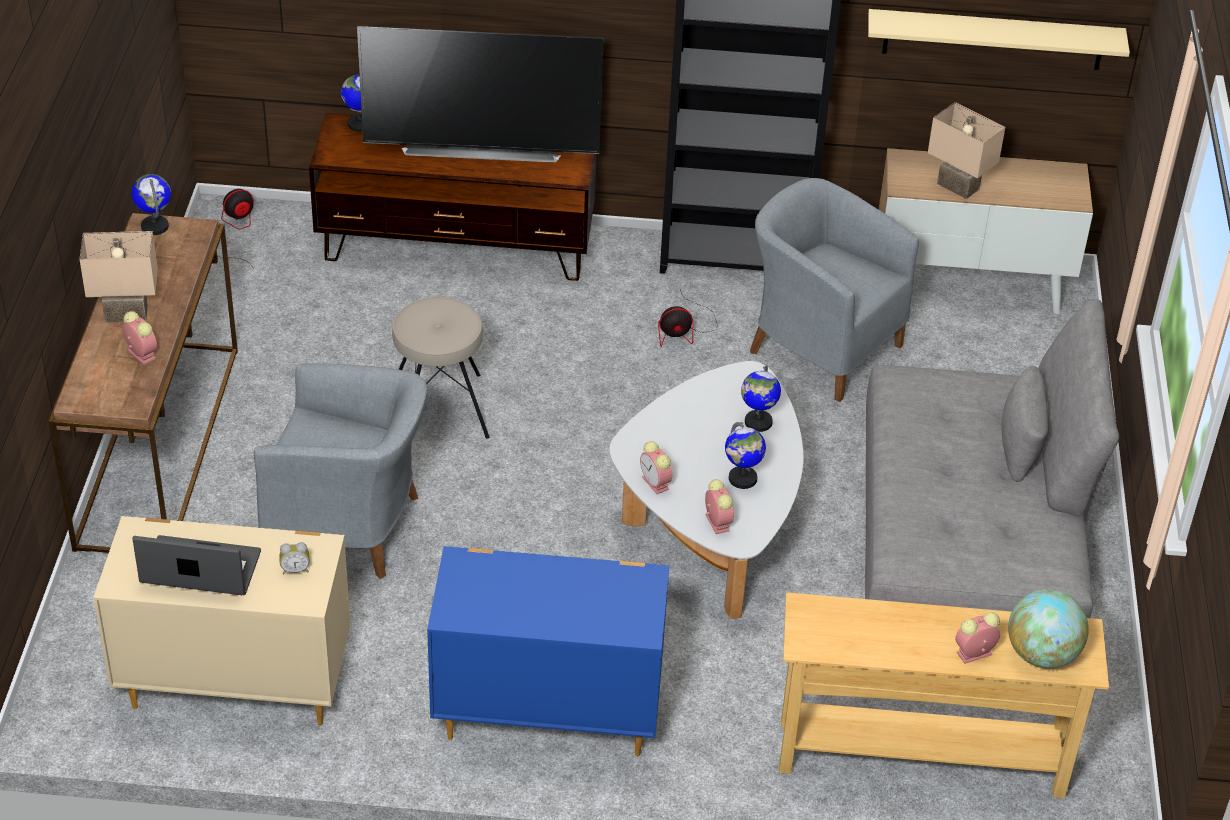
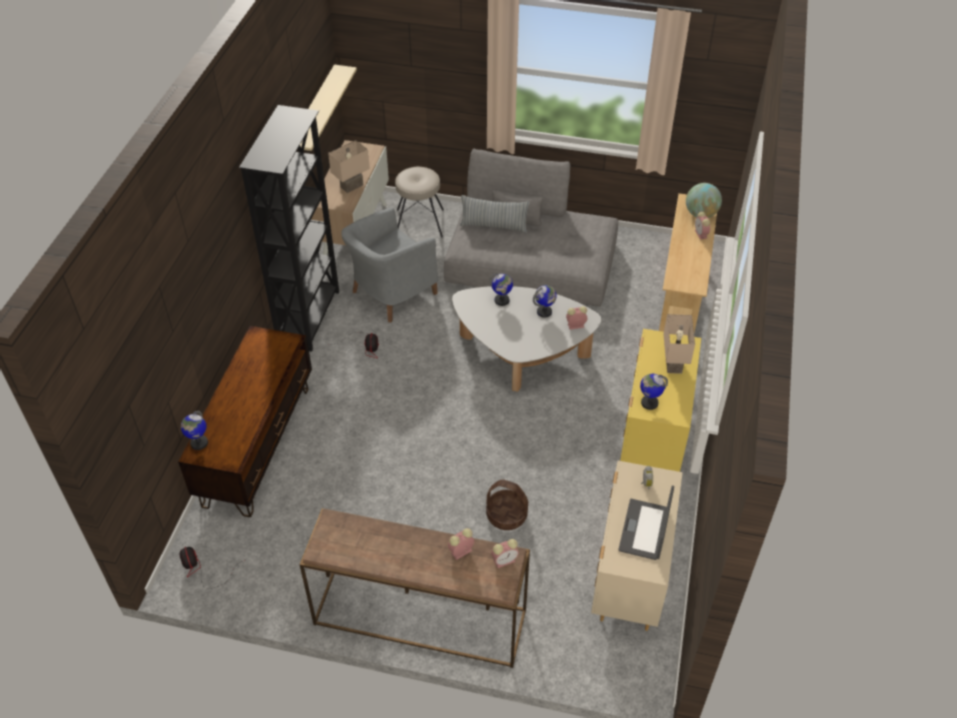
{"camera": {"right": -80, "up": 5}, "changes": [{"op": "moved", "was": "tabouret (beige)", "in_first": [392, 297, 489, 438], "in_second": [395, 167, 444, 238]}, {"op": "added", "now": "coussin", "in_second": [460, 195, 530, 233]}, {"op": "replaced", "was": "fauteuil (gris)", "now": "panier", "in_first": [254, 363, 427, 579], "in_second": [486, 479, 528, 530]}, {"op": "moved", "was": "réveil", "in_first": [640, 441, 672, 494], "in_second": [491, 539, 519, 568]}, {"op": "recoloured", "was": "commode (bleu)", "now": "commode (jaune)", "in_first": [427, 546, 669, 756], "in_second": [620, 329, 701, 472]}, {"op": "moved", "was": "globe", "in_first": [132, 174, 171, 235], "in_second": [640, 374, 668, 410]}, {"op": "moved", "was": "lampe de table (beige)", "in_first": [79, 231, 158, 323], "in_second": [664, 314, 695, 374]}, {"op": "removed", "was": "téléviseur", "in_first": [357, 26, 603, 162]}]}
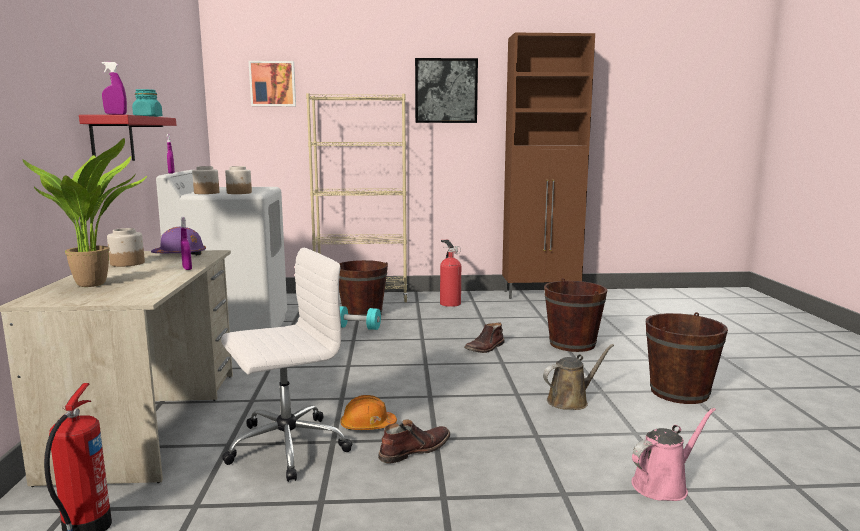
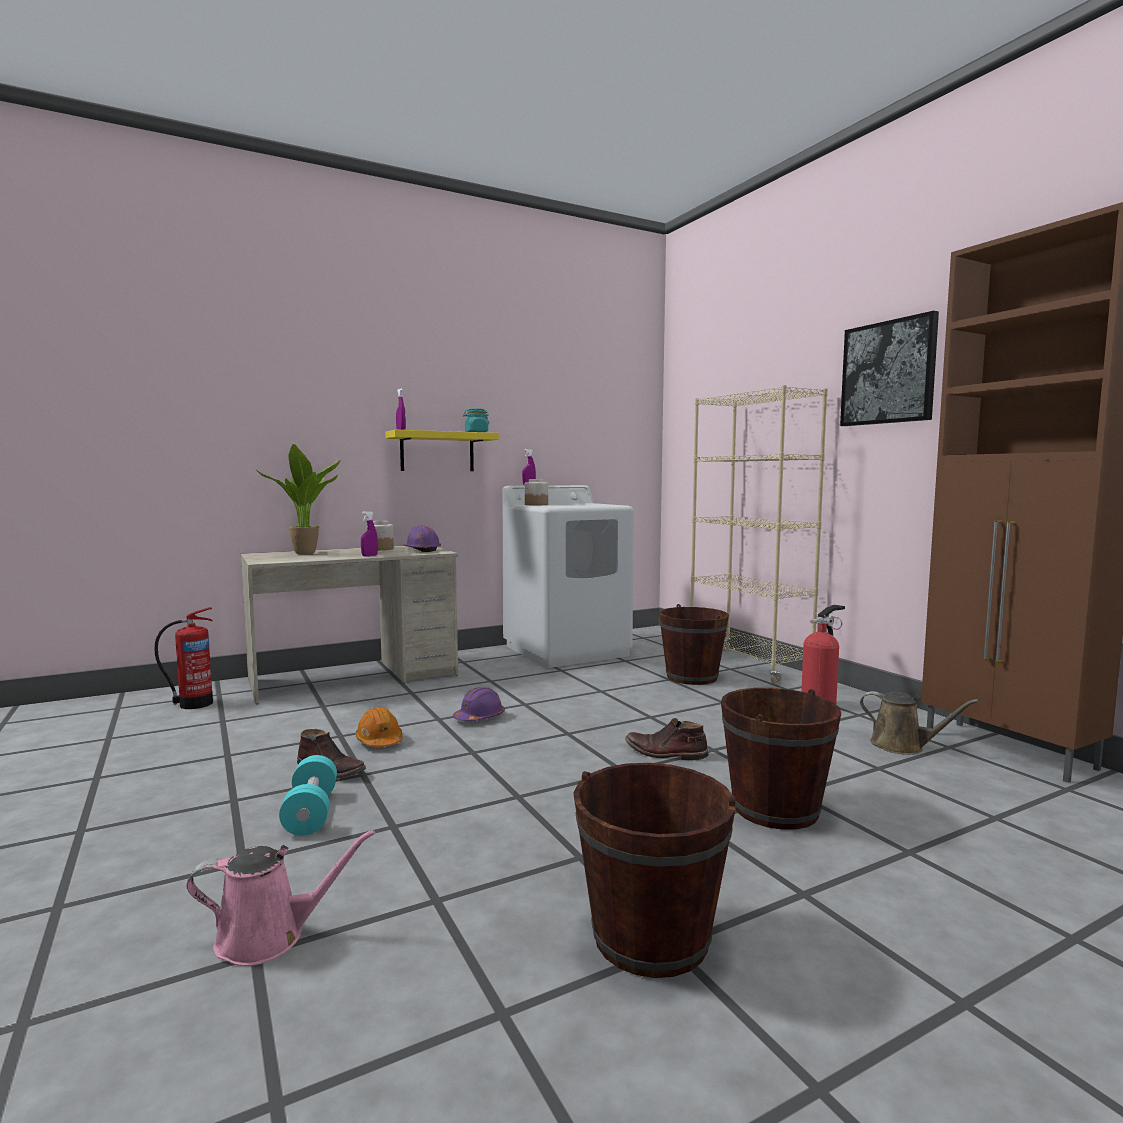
{"camera": {"right": 65, "up": -5}, "changes": [{"op": "turned", "was": "arrosoir (rose)", "in_first": [631, 408, 716, 501], "in_second": [186, 830, 375, 966], "clockwise": -45}, {"op": "moved", "was": "haltère (turquoise)", "in_first": [340, 306, 381, 330], "in_second": [279, 755, 337, 836]}, {"op": "recoloured", "was": "étagère (rouge)", "now": "étagère (jaune)", "in_first": [79, 115, 176, 161], "in_second": [385, 430, 499, 471]}, {"op": "added", "now": "casque de chantier (violet)", "in_second": [453, 687, 505, 721]}, {"op": "moved", "was": "arrosoir (marron)", "in_first": [543, 344, 614, 410], "in_second": [860, 691, 979, 755]}, {"op": "removed", "was": "chaise de bureau (blanc)", "in_first": [221, 248, 353, 482]}, {"op": "removed", "was": "bocal", "in_first": [225, 166, 252, 194]}, {"op": "removed", "was": "tableau", "in_first": [249, 61, 296, 106]}]}
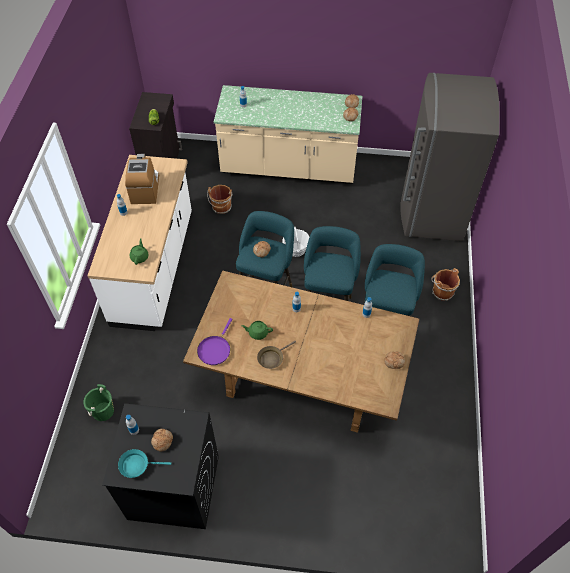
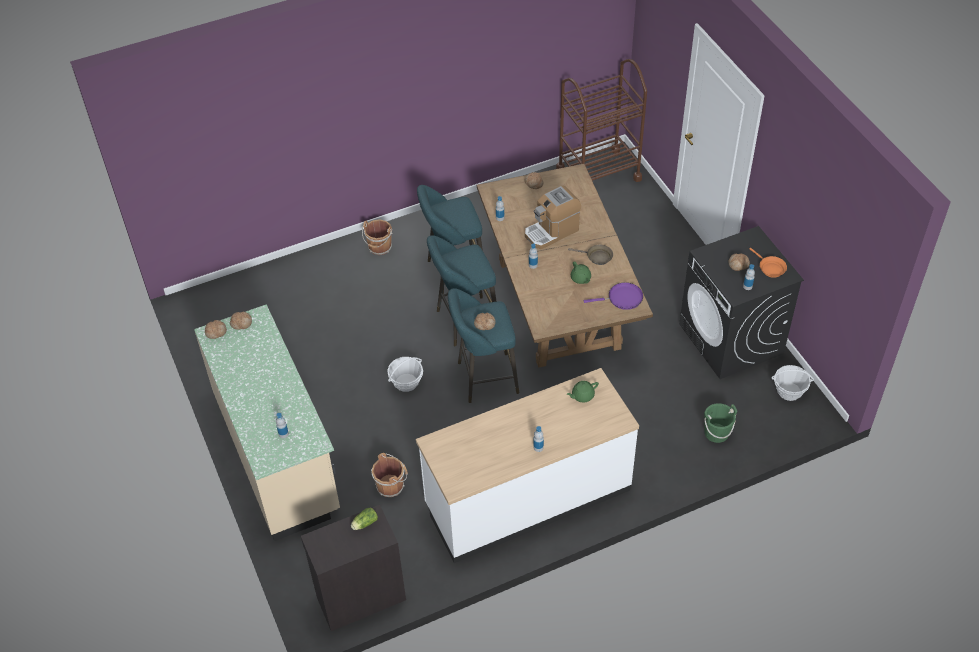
{"camera": {"right": -120, "up": -5}, "changes": [{"op": "moved", "was": "machine à café", "in_first": [125, 154, 159, 204], "in_second": [525, 186, 581, 249]}, {"op": "added", "now": "chariot (marron)", "in_second": [556, 59, 647, 182]}, {"op": "recoloured", "was": "poêle (turquoise)", "now": "poêle (orange)", "in_first": [118, 449, 171, 478], "in_second": [749, 248, 787, 278]}, {"op": "added", "now": "panier", "in_second": [772, 365, 814, 401]}, {"op": "removed", "was": "réfrigérateur (gris)", "in_first": [400, 73, 500, 241]}]}
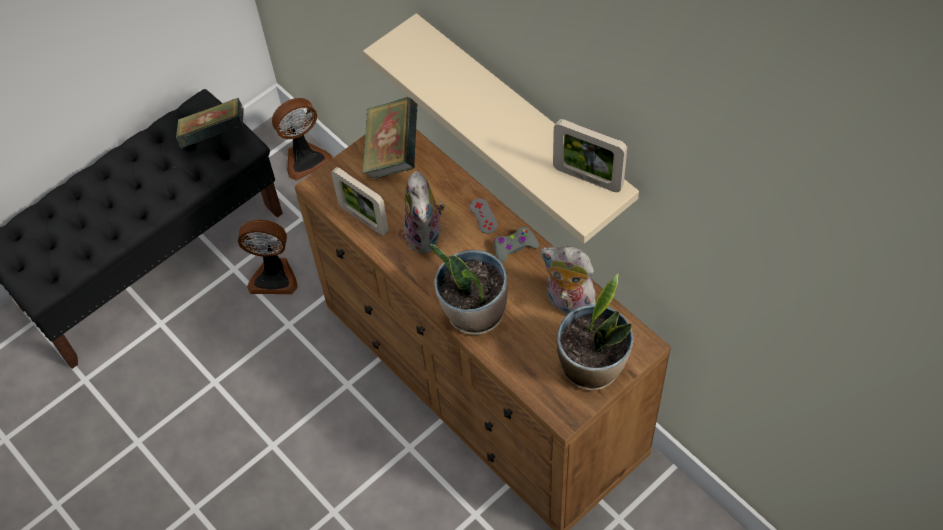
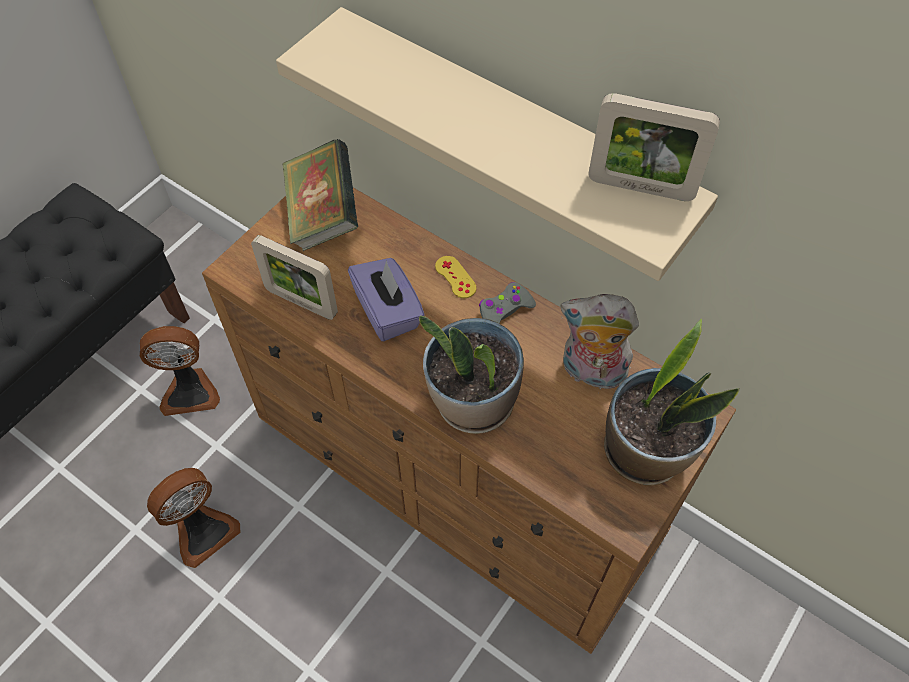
{"camera": {"right": -15, "up": 0}, "changes": [{"op": "moved", "was": "ventilateur", "in_first": [272, 98, 333, 181], "in_second": [147, 468, 240, 568]}, {"op": "replaced", "was": "peluche", "now": "boîte à mouchoirs (violet)", "in_first": [404, 171, 445, 253], "in_second": [348, 258, 425, 341]}, {"op": "recoloured", "was": "manette (gris)", "now": "manette (jaune)", "in_first": [470, 198, 498, 234], "in_second": [435, 256, 477, 298]}, {"op": "removed", "was": "livre", "in_first": [176, 98, 244, 149]}]}
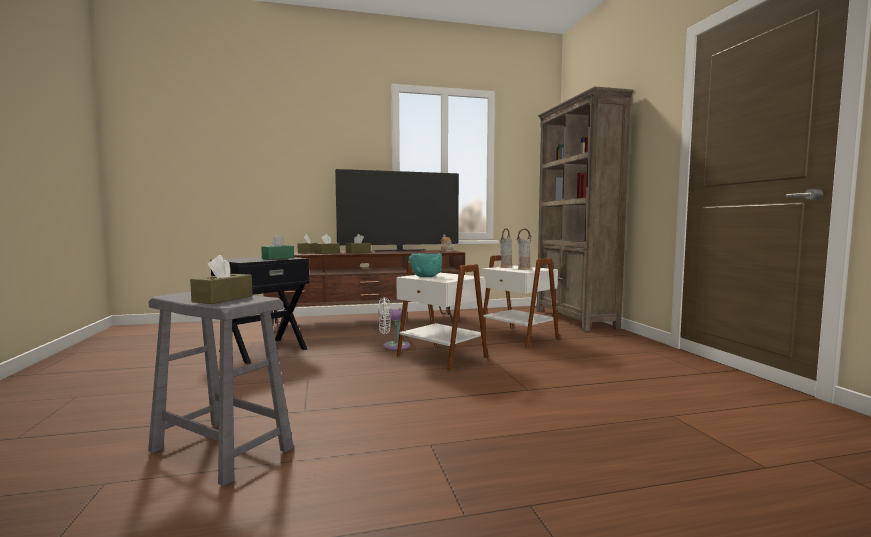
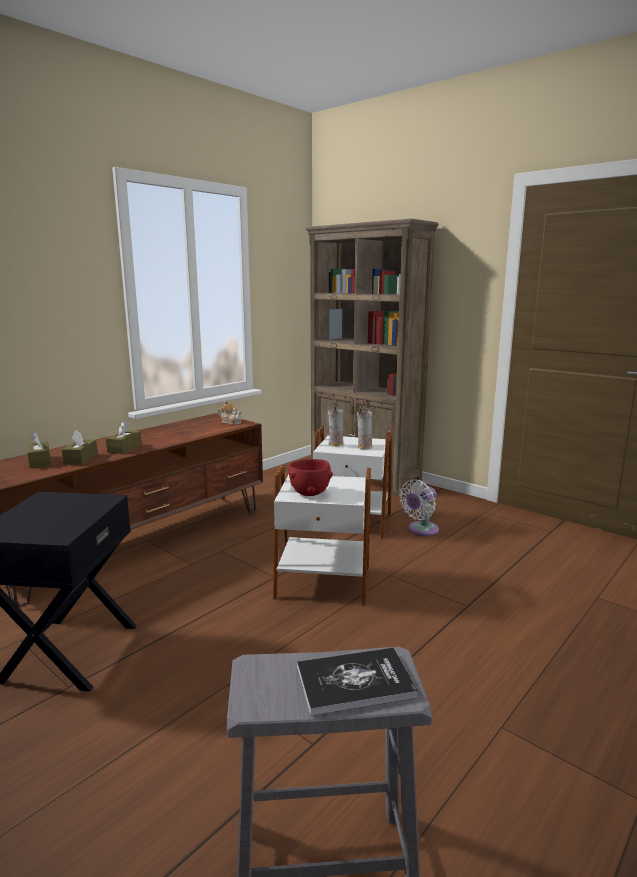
{"camera": {"right": -35, "up": 10}, "changes": [{"op": "recoloured", "was": "bol (turquoise)", "now": "bol (rouge)", "in_first": [409, 253, 442, 277], "in_second": [289, 459, 333, 496]}, {"op": "replaced", "was": "boîte à mouchoirs (marron)", "now": "livre", "in_first": [190, 255, 253, 304], "in_second": [297, 648, 418, 716]}, {"op": "moved", "was": "ventilateur (blanc)", "in_first": [379, 297, 410, 350], "in_second": [399, 479, 439, 536]}, {"op": "removed", "was": "boîte à mouchoirs (vert)", "in_first": [261, 235, 294, 259]}, {"op": "removed", "was": "téléviseur", "in_first": [335, 169, 459, 251]}]}
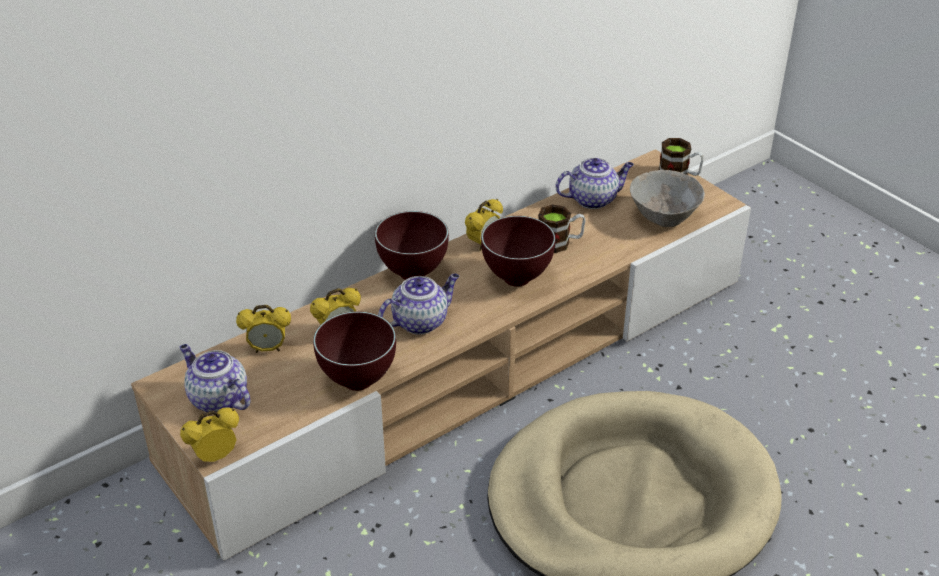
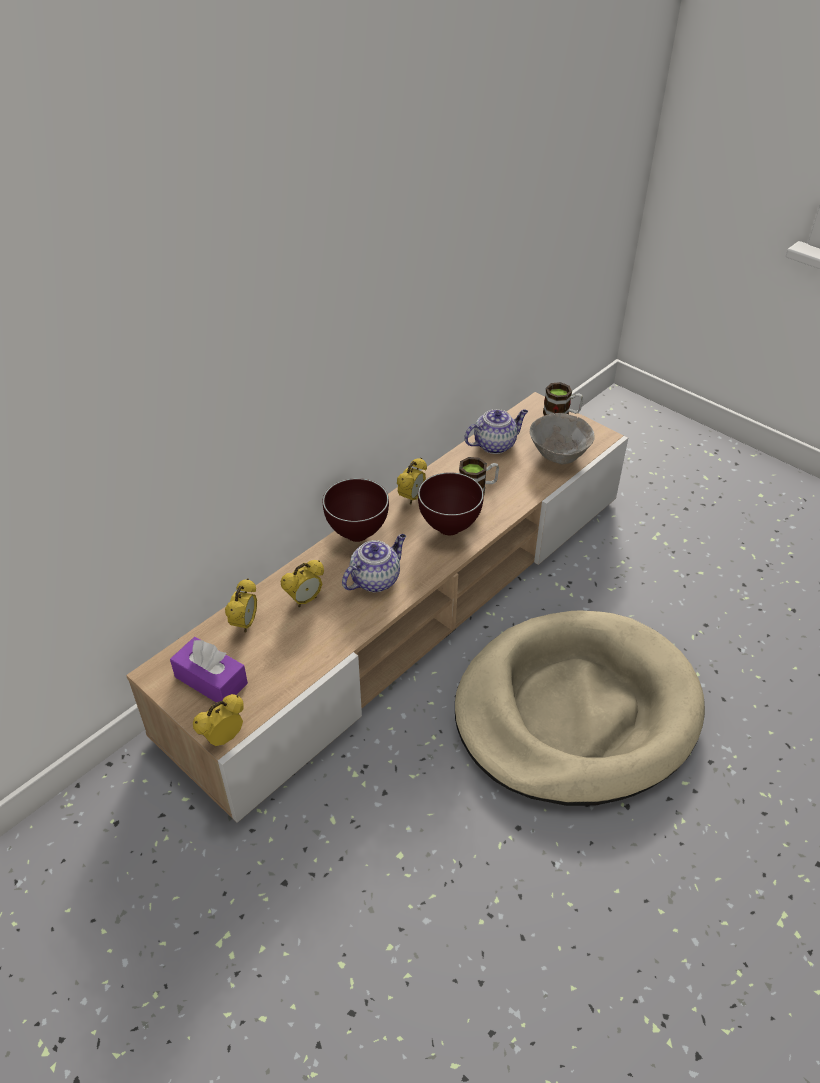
{"camera": {"right": -10, "up": 5}, "changes": [{"op": "replaced", "was": "théière", "now": "boîte à mouchoirs (violet)", "in_first": [180, 344, 250, 412], "in_second": [170, 637, 248, 703]}, {"op": "turned", "was": "réveil", "in_first": [236, 305, 291, 353], "in_second": [225, 578, 257, 633], "clockwise": -60}, {"op": "removed", "was": "bol (marron)", "in_first": [313, 312, 396, 391]}]}
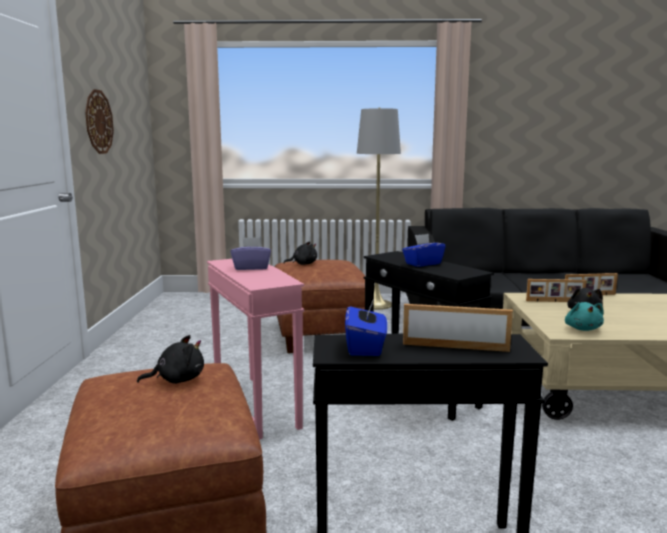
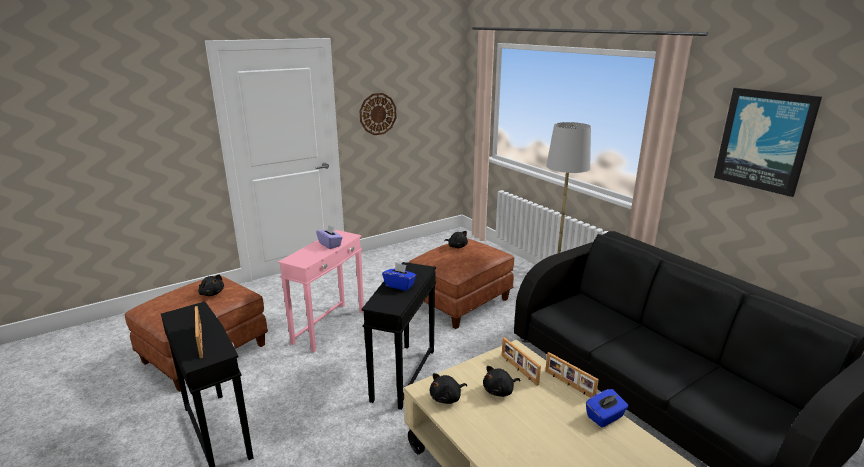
{"camera": {"right": 55, "up": 10}, "changes": [{"op": "recoloured", "was": "peluche (turquoise)", "now": "peluche (noir)", "in_first": [565, 302, 604, 331], "in_second": [430, 373, 467, 404]}, {"op": "moved", "was": "boîte à mouchoirs (bleu)", "in_first": [345, 298, 387, 356], "in_second": [586, 389, 629, 427]}, {"op": "added", "now": "tableau", "in_second": [714, 88, 822, 197]}]}
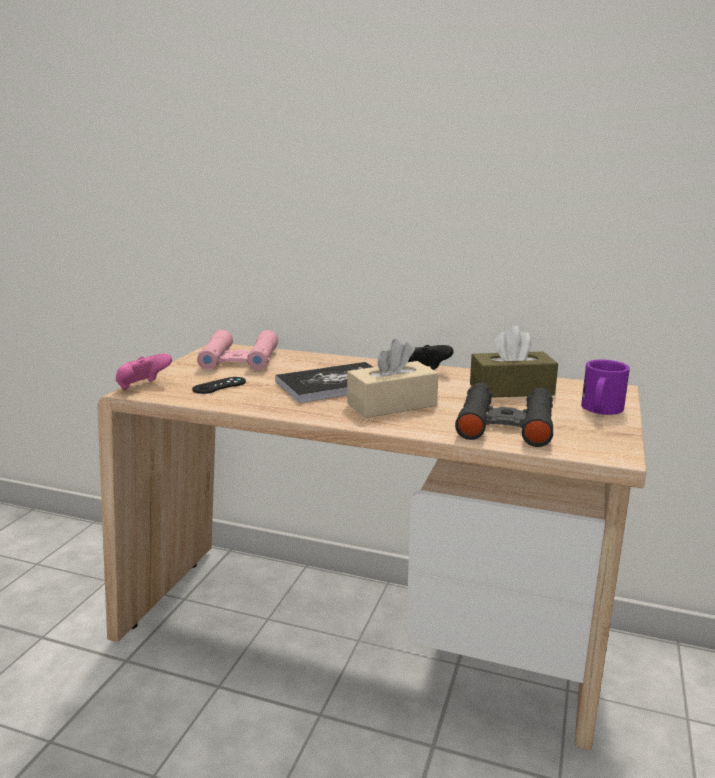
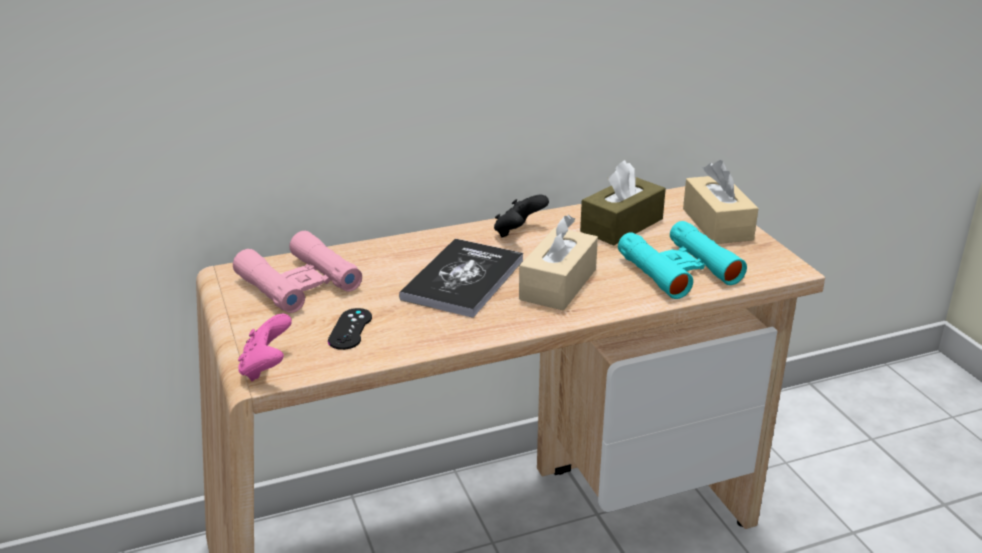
{"camera": {"right": -40, "up": 10}, "changes": [{"op": "recoloured", "was": "jumelles (noir)", "now": "jumelles (turquoise)", "in_first": [455, 383, 553, 447], "in_second": [618, 221, 747, 299]}, {"op": "replaced", "was": "mug (violet)", "now": "boîte à mouchoirs (beige)", "in_first": [581, 359, 630, 415], "in_second": [683, 160, 759, 244]}]}
